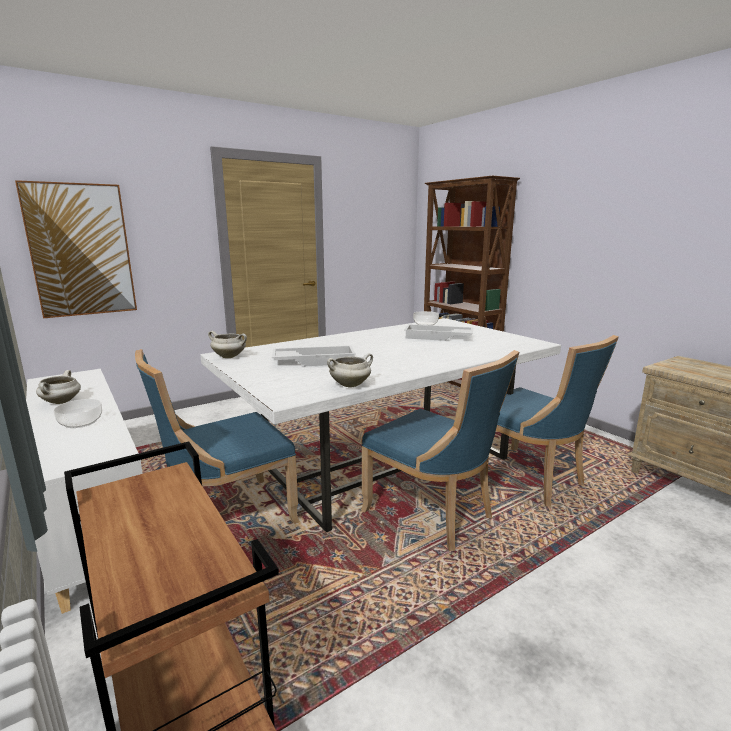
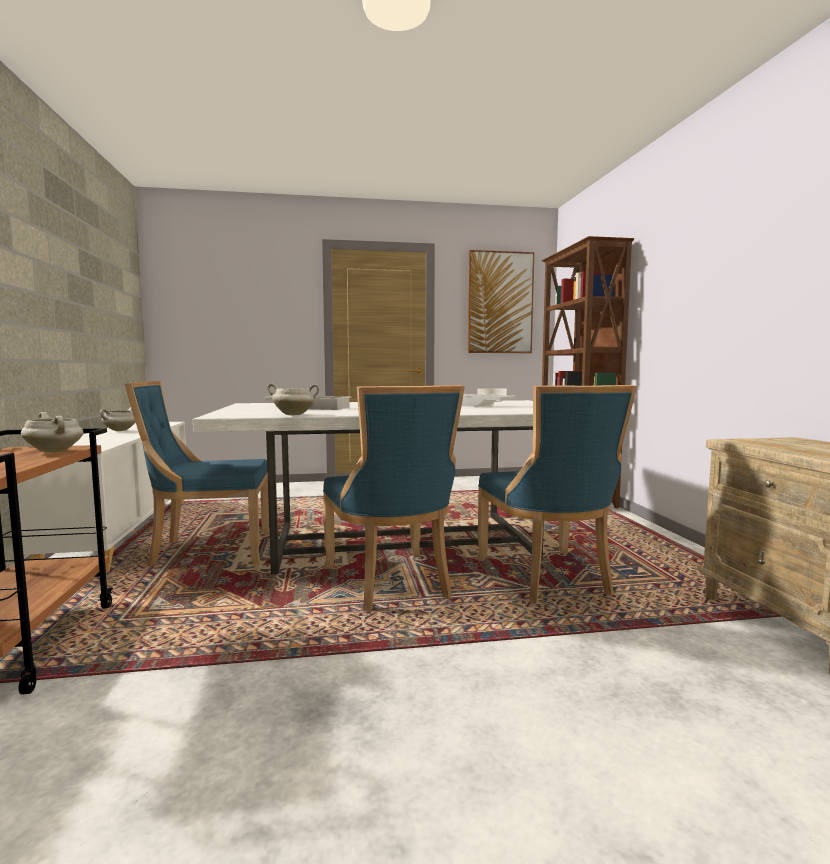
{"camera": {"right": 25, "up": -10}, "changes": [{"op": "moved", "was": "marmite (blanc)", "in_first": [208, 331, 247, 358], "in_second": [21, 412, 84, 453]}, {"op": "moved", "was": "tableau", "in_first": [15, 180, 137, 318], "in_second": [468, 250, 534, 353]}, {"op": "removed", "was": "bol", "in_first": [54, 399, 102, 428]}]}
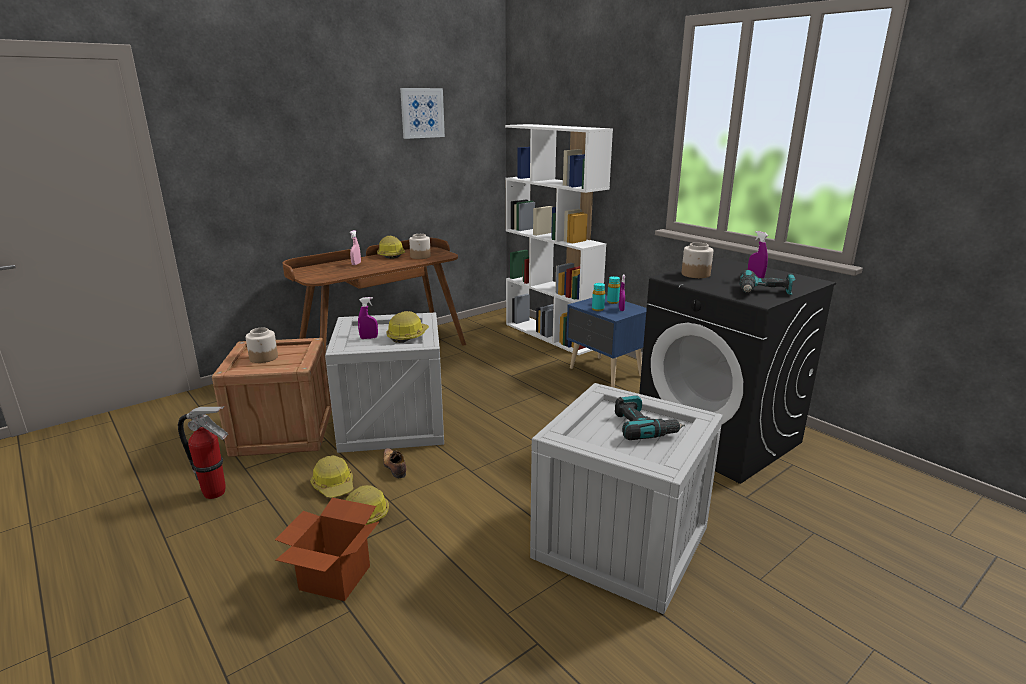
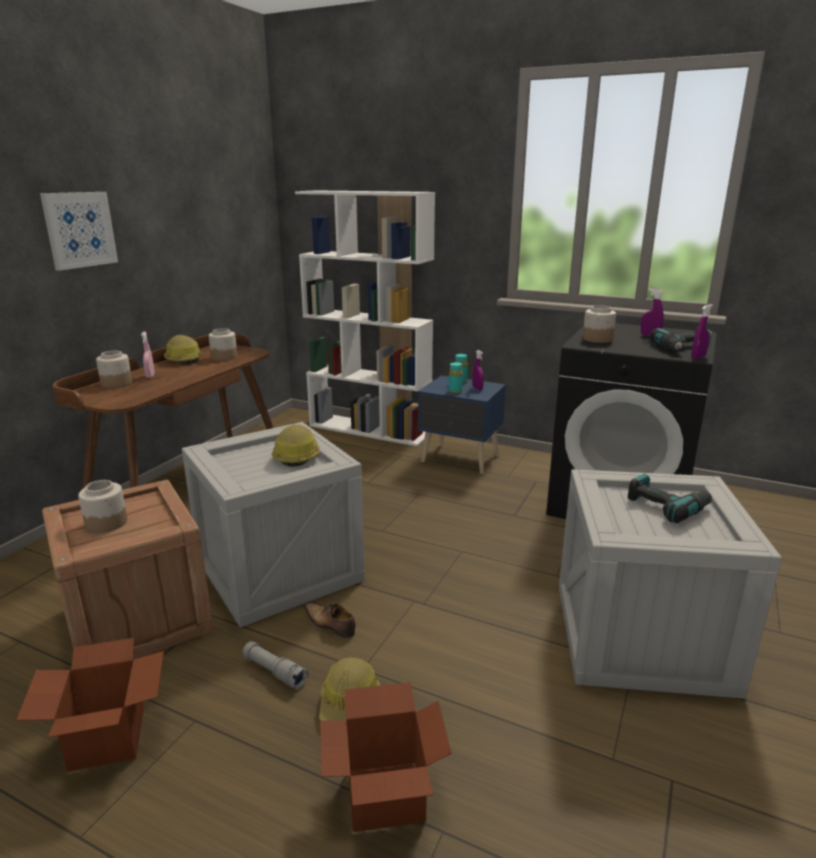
{"camera": {"right": -25, "up": 0}, "changes": [{"op": "replaced", "was": "extincteur", "now": "carton", "in_first": [178, 406, 228, 499], "in_second": [16, 638, 164, 772]}, {"op": "moved", "was": "tableau", "in_first": [400, 88, 445, 139], "in_second": [40, 192, 118, 271]}, {"op": "added", "now": "bocal", "in_second": [96, 351, 132, 388]}, {"op": "replaced", "was": "casque de chantier", "now": "lampe de poche (gris)", "in_first": [310, 455, 353, 498], "in_second": [242, 641, 309, 689]}, {"op": "moved", "was": "vaporisateur (violet)", "in_first": [358, 297, 378, 339], "in_second": [691, 304, 713, 359]}]}
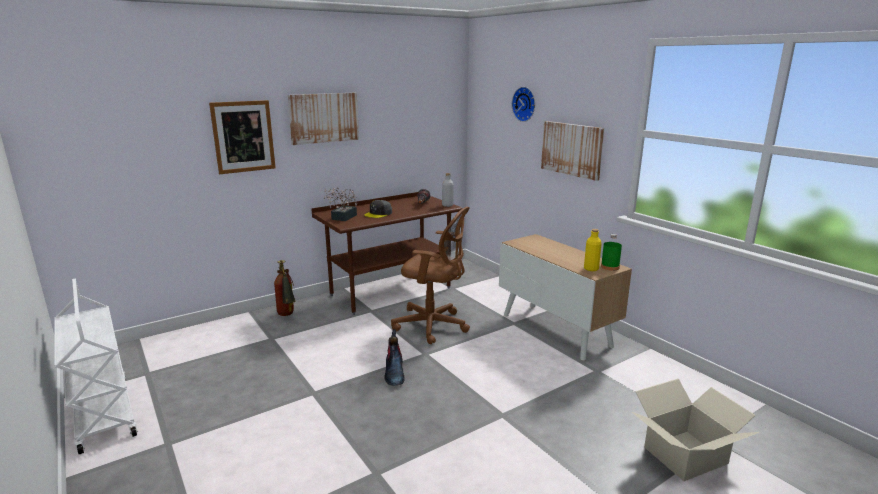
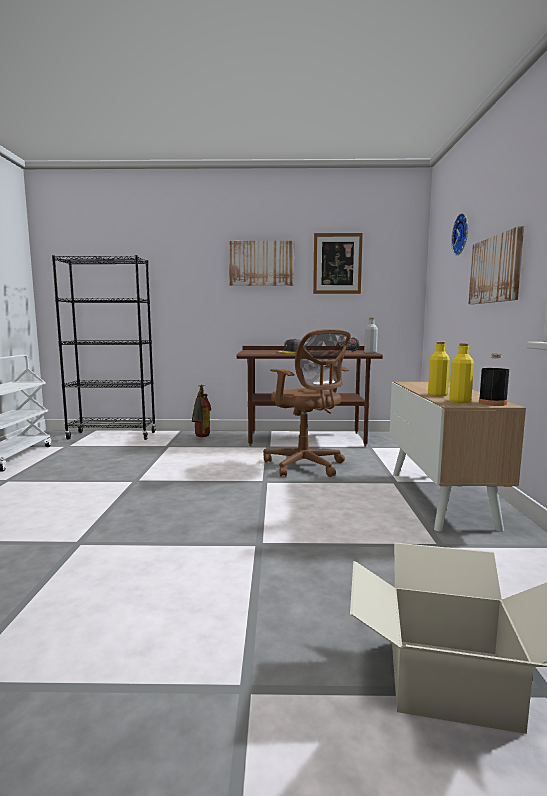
{"camera": {"right": 35, "up": -10}, "changes": [{"op": "added", "now": "bibliothèque (noir)", "in_second": [52, 255, 156, 440]}, {"op": "moved", "was": "tableau", "in_first": [209, 100, 276, 174], "in_second": [313, 233, 363, 294]}, {"op": "added", "now": "bouteille (jaune)", "in_second": [428, 342, 450, 397]}, {"op": "recoloured", "was": "bouteille (vert)", "now": "bouteille (noir)", "in_first": [601, 234, 622, 271], "in_second": [479, 354, 509, 406]}, {"op": "removed", "was": "plante en pot", "in_first": [324, 187, 357, 221]}, {"op": "removed", "was": "botte", "in_first": [384, 329, 405, 386]}]}
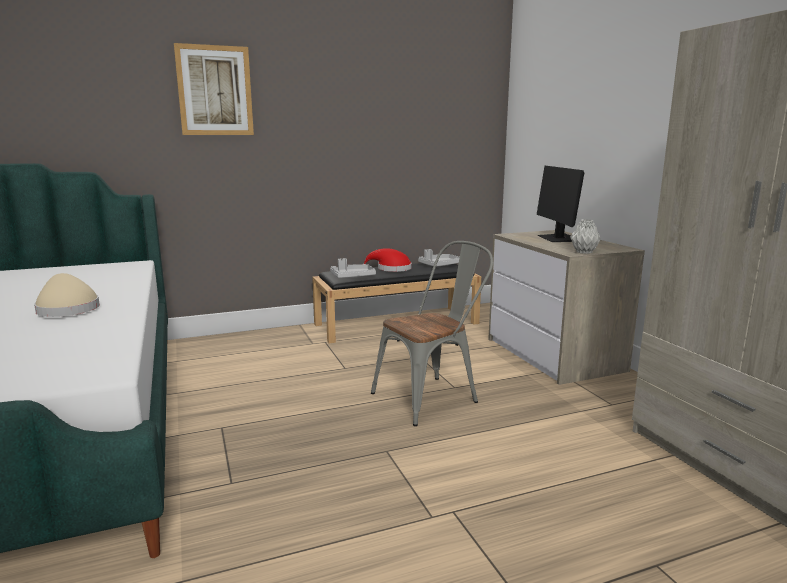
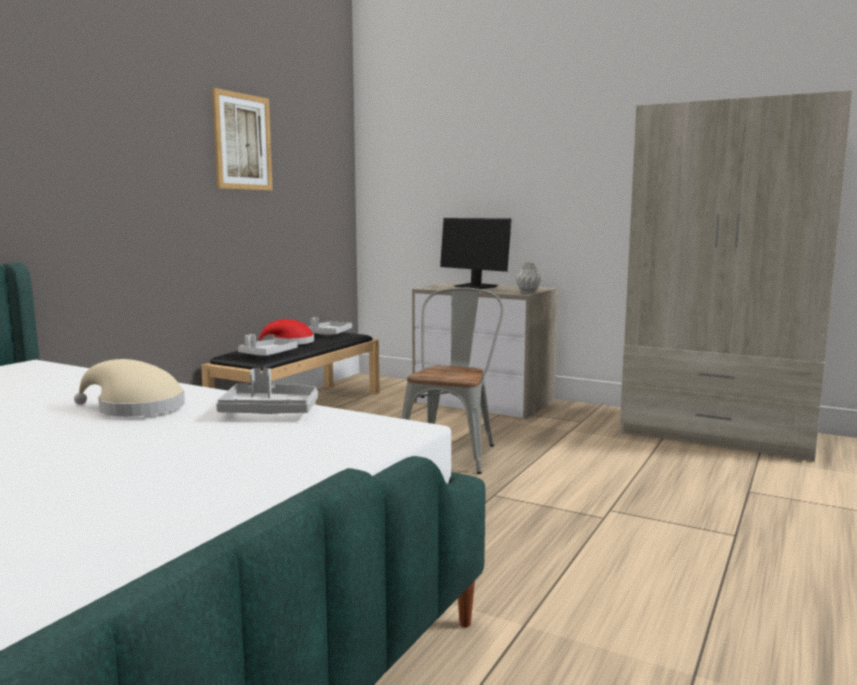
{"camera": {"right": -40, "up": -5}, "changes": [{"op": "moved", "was": "tableau", "in_first": [174, 43, 254, 135], "in_second": [212, 88, 273, 191]}, {"op": "added", "now": "plateau (gris)", "in_second": [216, 368, 318, 414]}]}
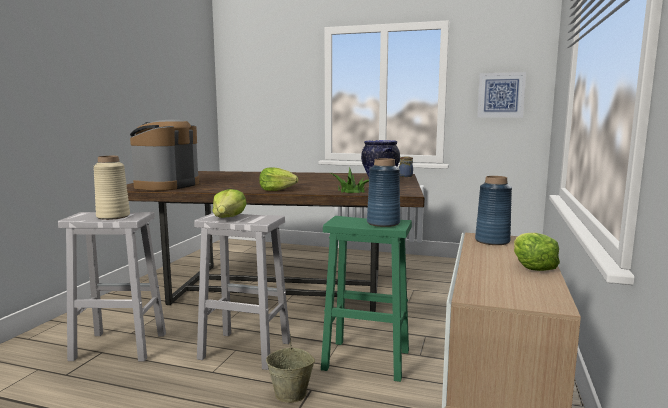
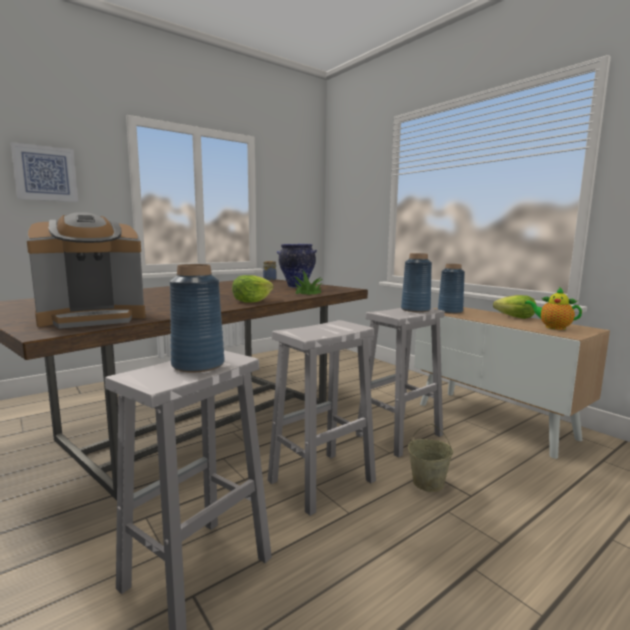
{"camera": {"right": -55, "up": 0}, "changes": [{"op": "moved", "was": "tableau", "in_first": [477, 72, 526, 118], "in_second": [11, 142, 78, 202]}, {"op": "turned", "was": "machine à café", "in_first": [130, 119, 199, 191], "in_second": [26, 212, 146, 329], "clockwise": -90}, {"op": "recoloured", "was": "vase (beige)", "now": "vase (bleu)", "in_first": [93, 156, 130, 220], "in_second": [170, 264, 225, 372]}, {"op": "recoloured", "was": "tabouret (vert)", "now": "tabouret (blanc)", "in_first": [321, 216, 412, 382], "in_second": [356, 308, 445, 457]}, {"op": "added", "now": "théière", "in_second": [525, 287, 582, 330]}, {"op": "removed", "was": "laitue", "in_first": [212, 189, 247, 218]}]}
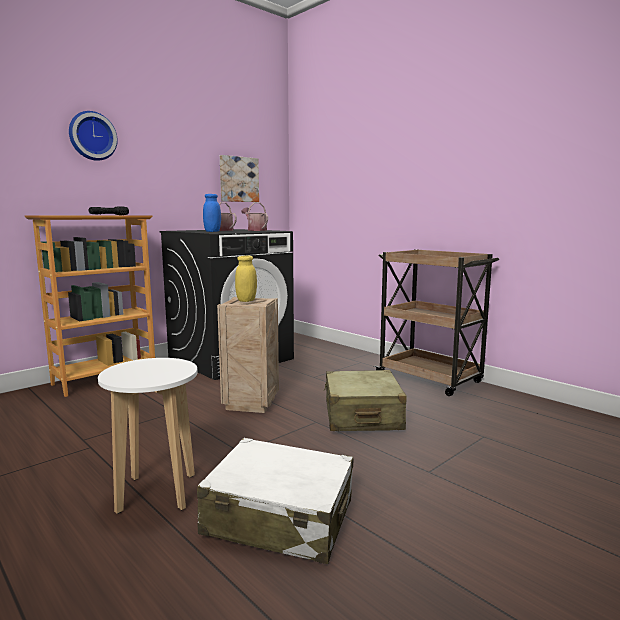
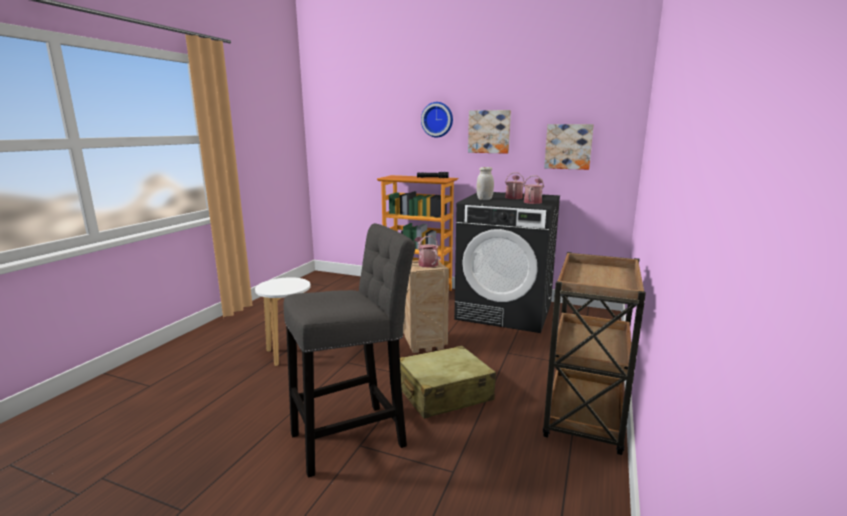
{"camera": {"right": 65, "up": 5}, "changes": [{"op": "added", "now": "tabouret (gris)", "in_second": [283, 223, 416, 478]}, {"op": "replaced", "was": "bocal (jaune)", "now": "arrosoir", "in_first": [235, 255, 257, 302], "in_second": [414, 236, 438, 268]}, {"op": "added", "now": "tableau", "in_second": [468, 110, 511, 154]}, {"op": "recoloured", "was": "bocal (bleu)", "now": "bocal (blanc)", "in_first": [203, 194, 221, 232], "in_second": [476, 167, 494, 200]}, {"op": "removed", "was": "valise (blanc)", "in_first": [197, 438, 353, 564]}]}
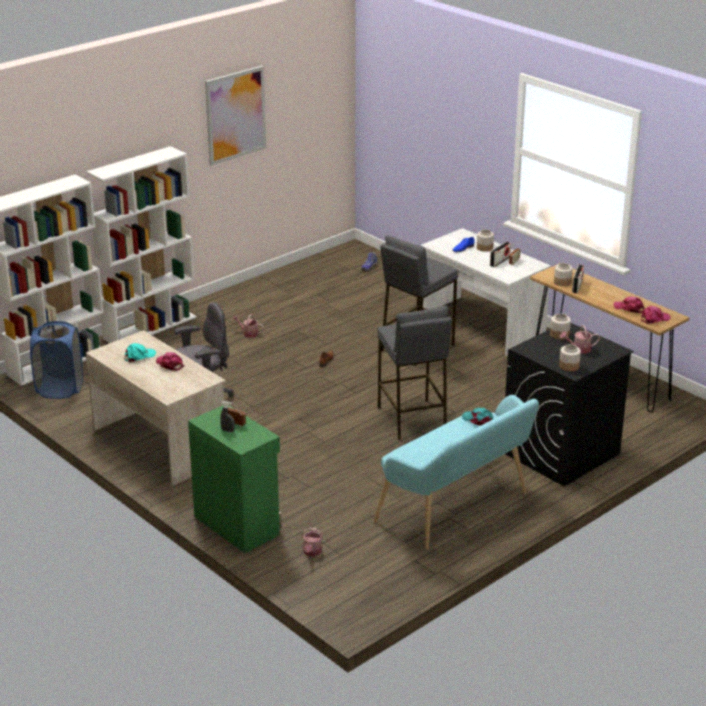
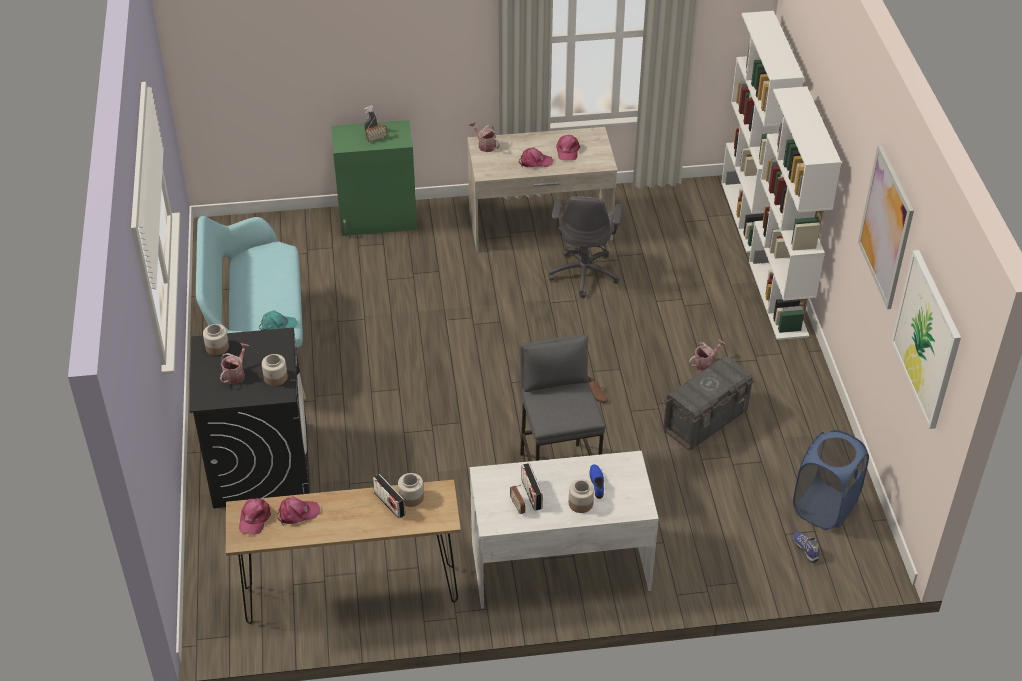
{"camera": {"right": 125, "up": 15}, "changes": [{"op": "moved", "was": "arrosoir", "in_first": [302, 528, 323, 556], "in_second": [469, 121, 500, 152]}, {"op": "recoloured", "was": "casquette (turquoise)", "now": "casquette (rose)", "in_first": [124, 343, 156, 363], "in_second": [556, 135, 580, 160]}, {"op": "added", "now": "boîte de rangement (gris)", "in_second": [663, 356, 754, 450]}, {"op": "moved", "was": "panier à linge (bleu)", "in_first": [30, 321, 83, 399], "in_second": [793, 430, 869, 530]}, {"op": "added", "now": "tableau", "in_second": [892, 250, 961, 429]}, {"op": "removed", "was": "tabouret (gris)", "in_first": [377, 306, 452, 440]}]}
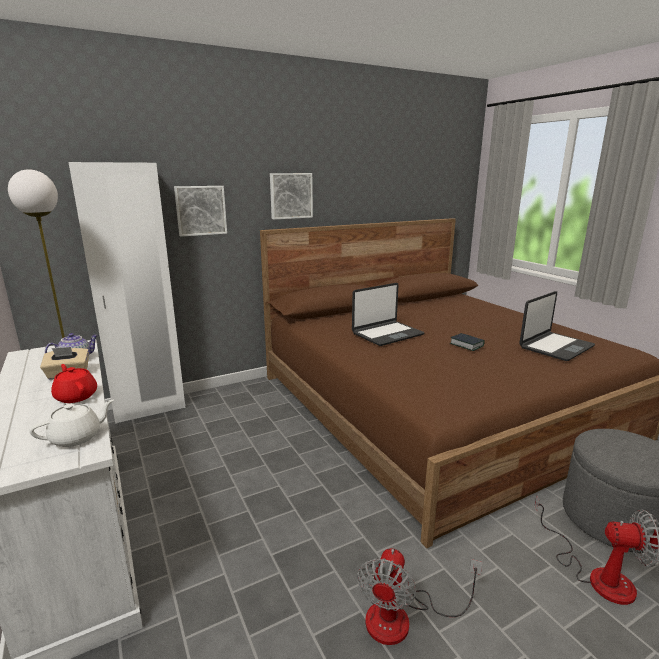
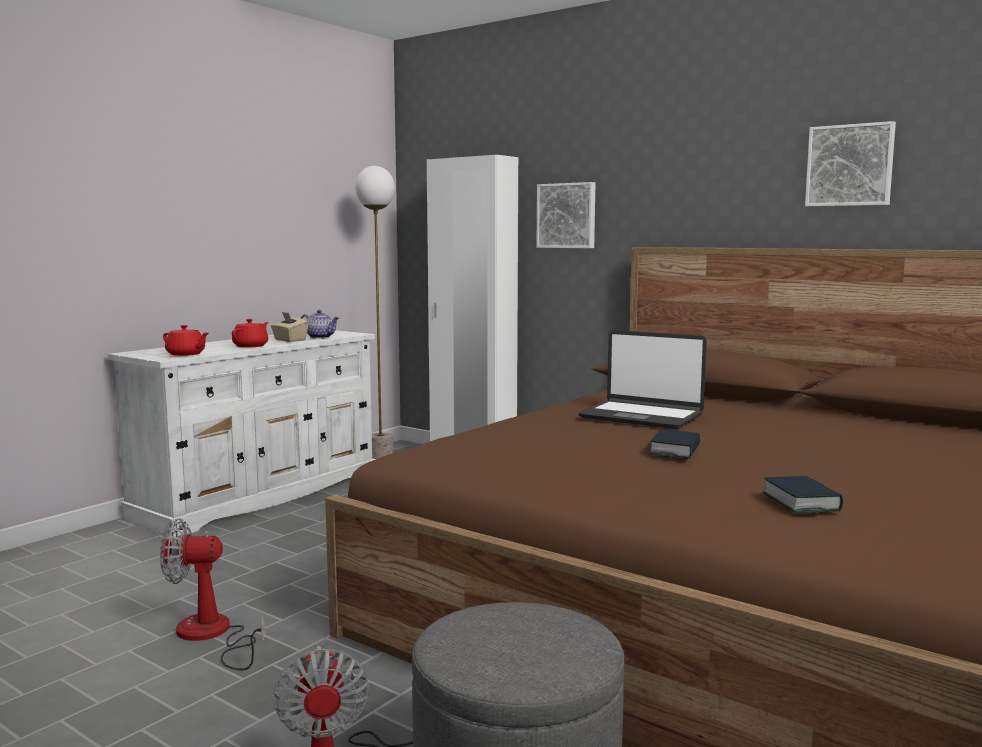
{"camera": {"right": 65, "up": -10}, "changes": [{"op": "recoloured", "was": "théière (blanc)", "now": "théière (rouge)", "in_first": [29, 400, 114, 447], "in_second": [163, 325, 208, 356]}, {"op": "replaced", "was": "ordinateur portable", "now": "livre", "in_first": [519, 291, 595, 361], "in_second": [763, 476, 843, 513]}, {"op": "moved", "was": "tableau", "in_first": [270, 173, 313, 220], "in_second": [805, 121, 896, 207]}]}
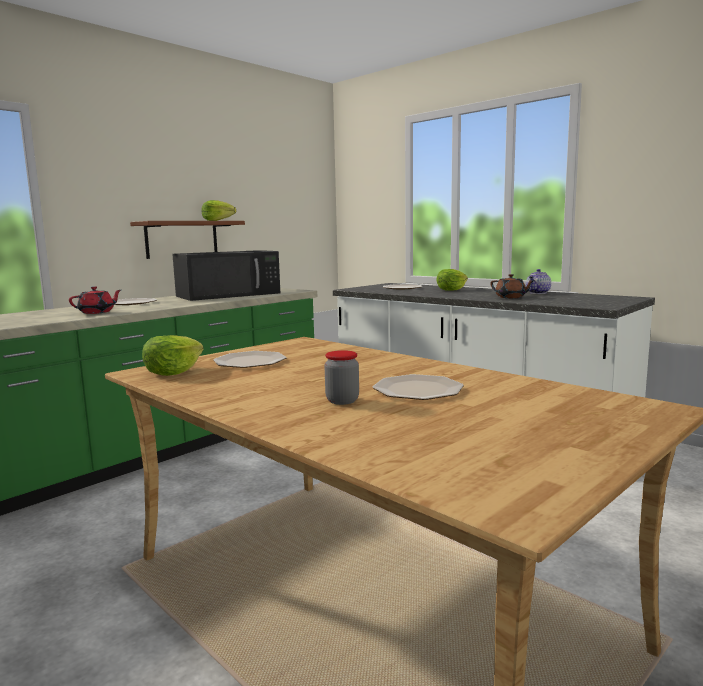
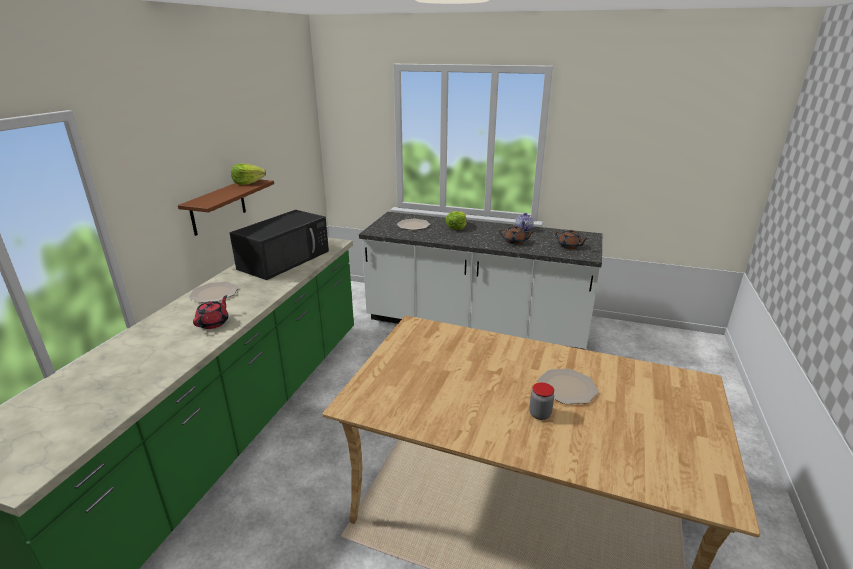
{"camera": {"right": -25, "up": 15}, "changes": [{"op": "added", "now": "théière (marron)", "in_second": [555, 230, 589, 249]}, {"op": "removed", "was": "laitue", "in_first": [142, 335, 204, 376]}, {"op": "removed", "was": "assiette", "in_first": [213, 351, 287, 368]}]}
